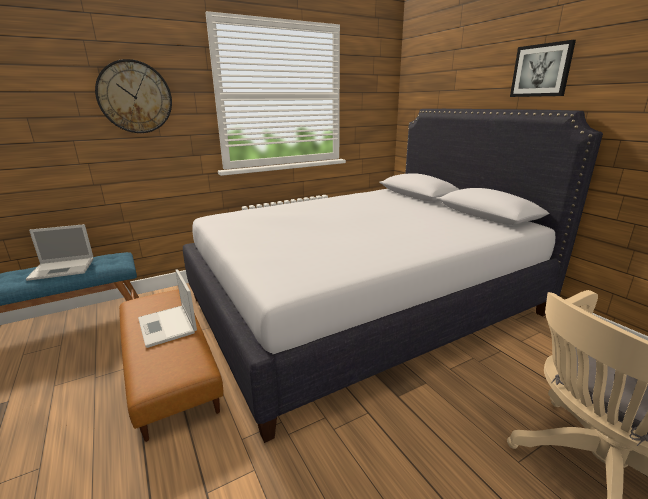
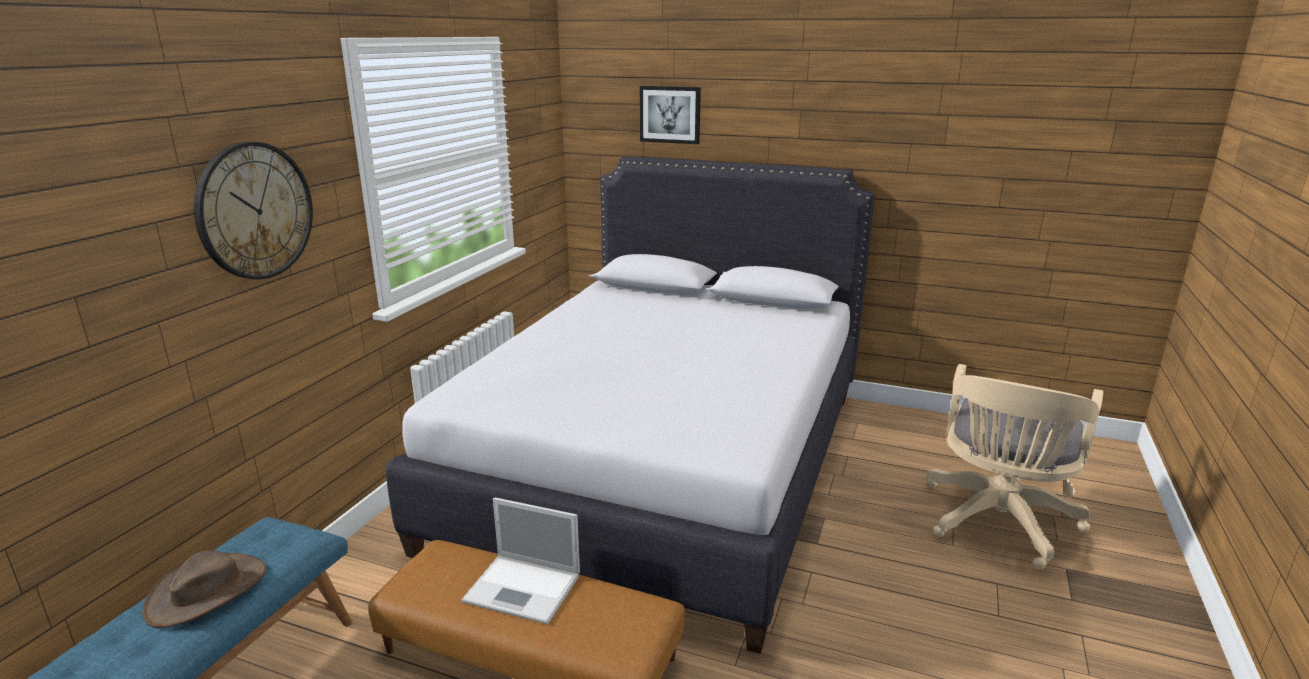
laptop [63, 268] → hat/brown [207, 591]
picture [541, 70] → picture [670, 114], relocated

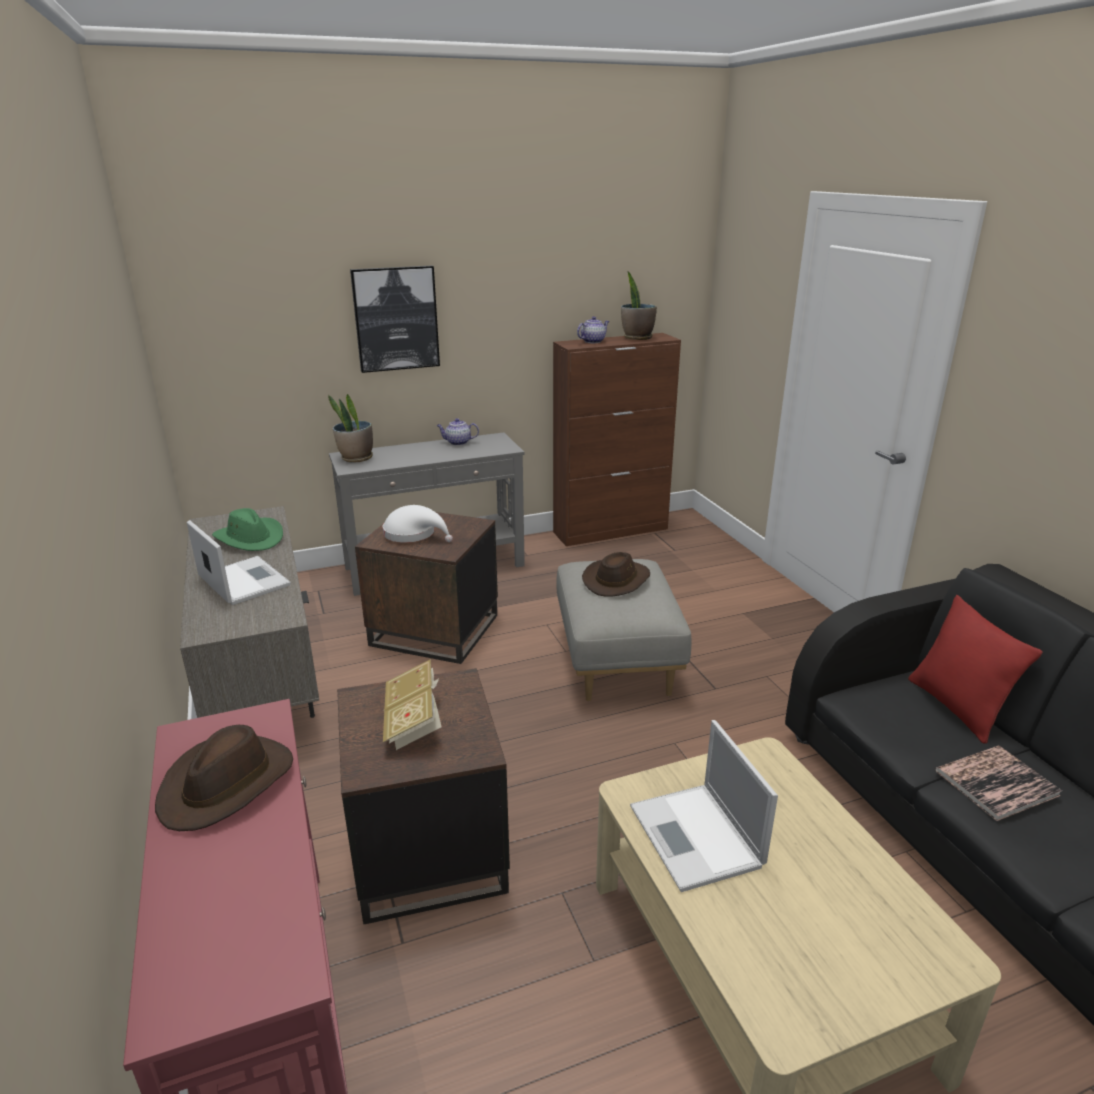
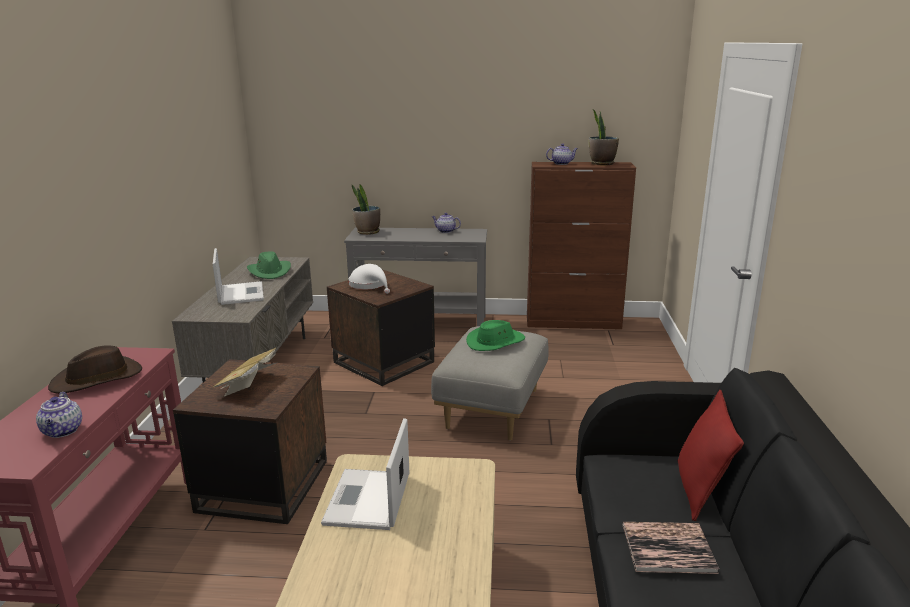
- → teapot [63, 431]
hat/brown [616, 580] → hat/green [495, 342]
picture [396, 318] → -

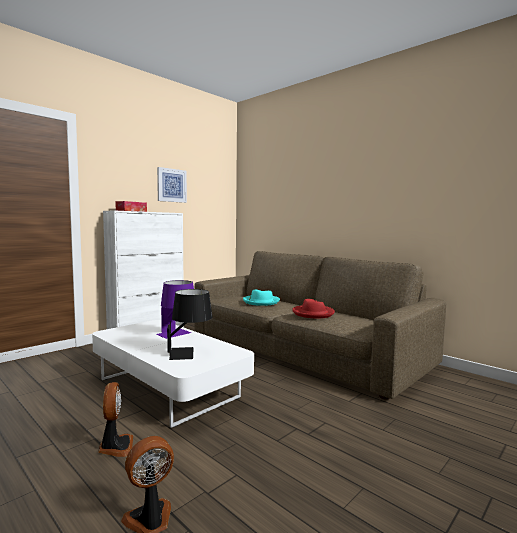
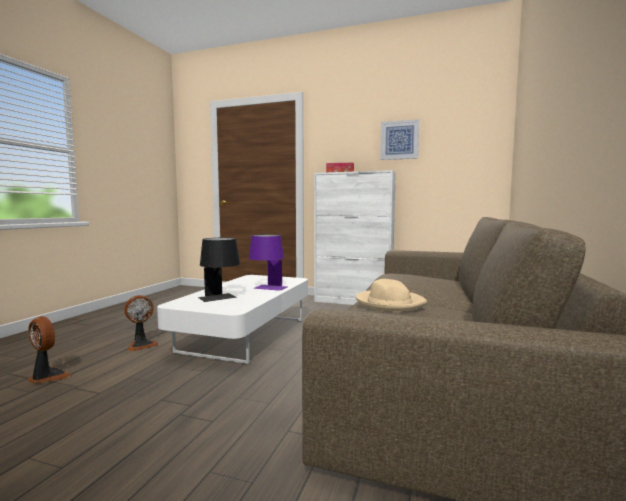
hat/red [313, 313] → hat/beige [389, 303]
hat/turquoise [261, 302] → -

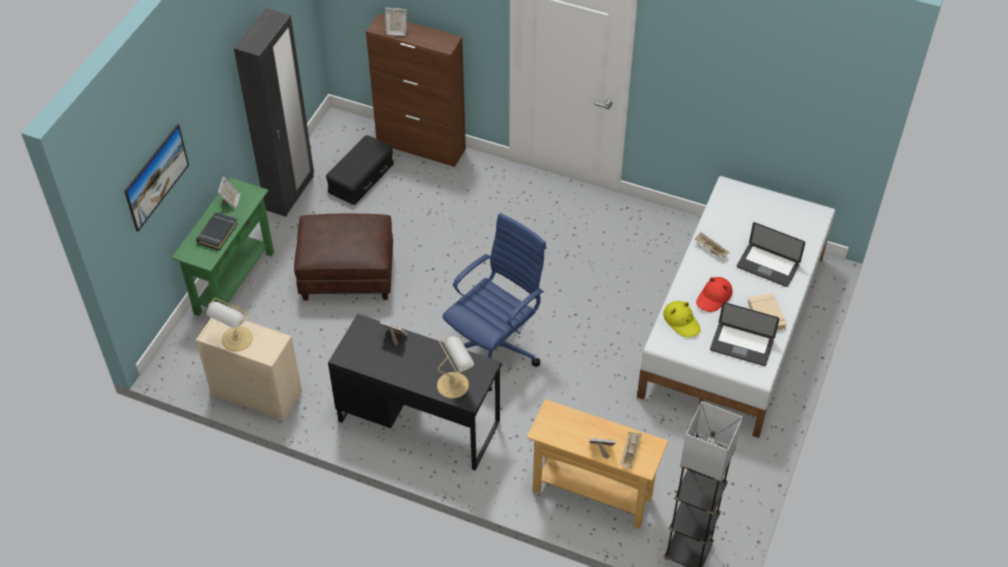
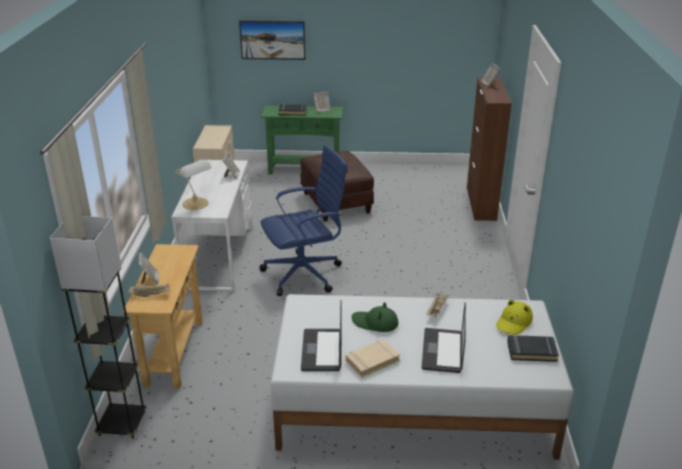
desk/black [419, 420] → desk/white [219, 256]
office chair/blue [495, 348] → office chair/blue [305, 274], 45 degrees counterclockwise
hat/red [714, 297] → hat/green [375, 323]
hat/yellow [681, 321] → hat/yellow [514, 322], relocated
- → book/black [531, 351]
table lamp [236, 340] → -
wardrobe/black [290, 193] → -
storage box/black [360, 177] → -

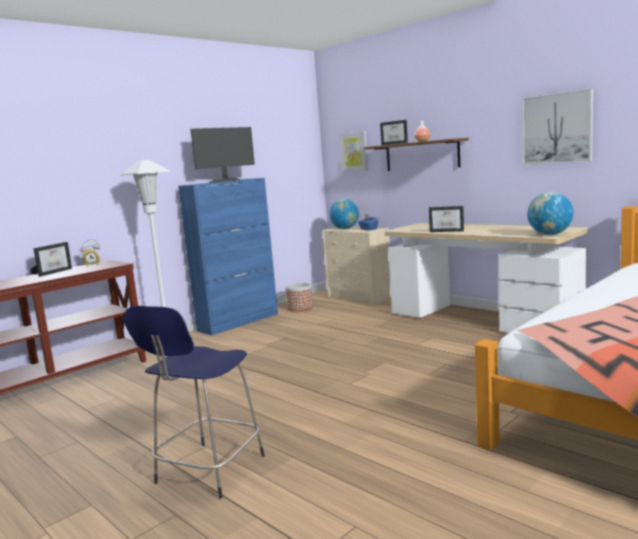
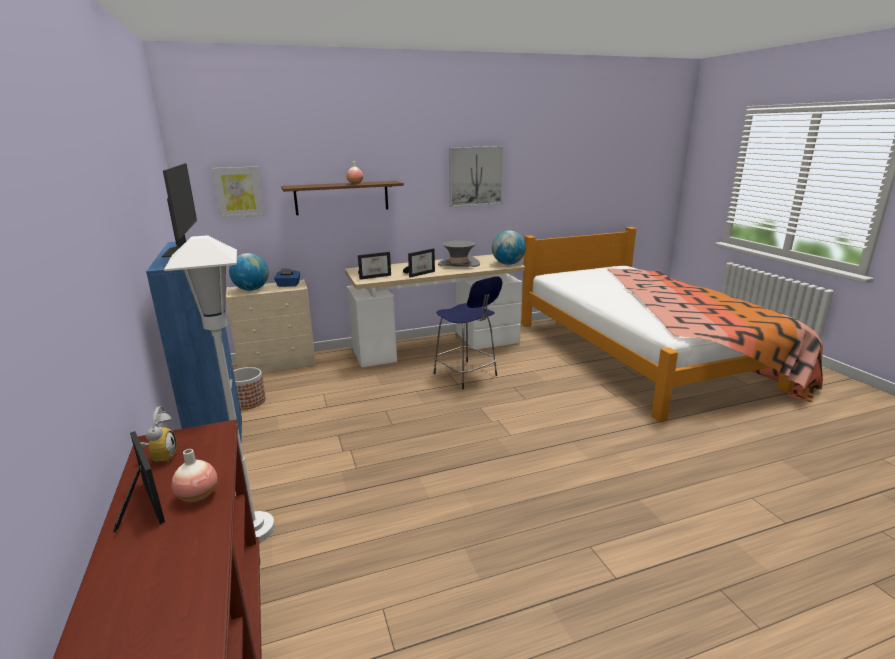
- → vase [198, 495]
picture frame [396, 144] → picture frame [375, 276], relocated
stool/blue [208, 471] → stool/blue [466, 375], relocated
- → hat/grey [459, 264]

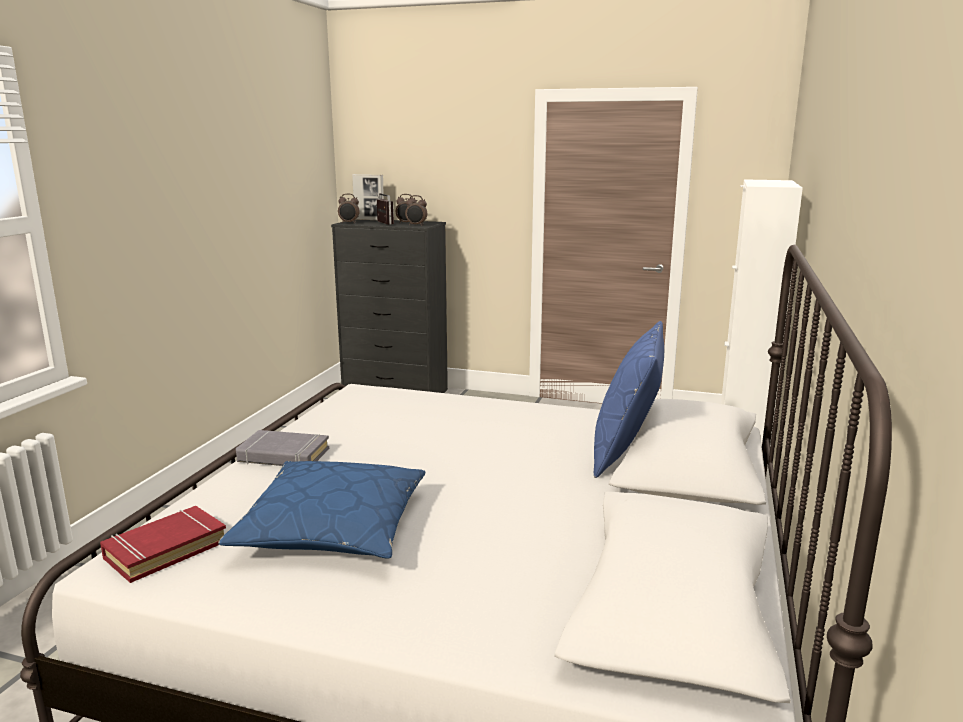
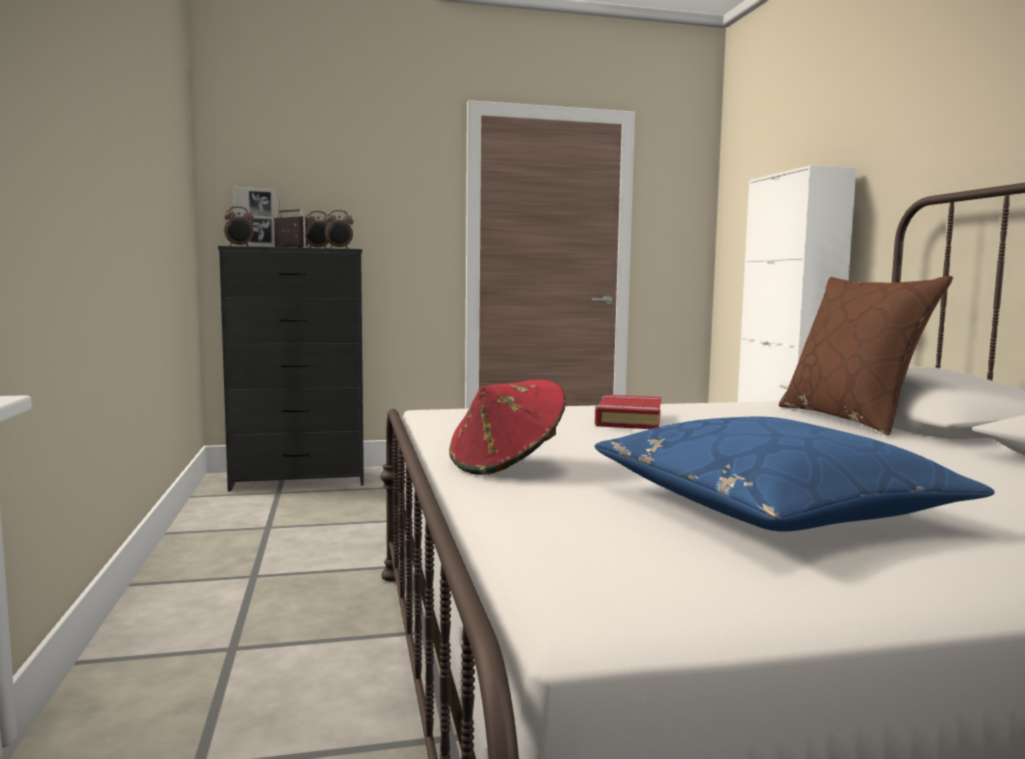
book/grey [283, 456] → hat/red [507, 465]
book/red [165, 549] → book/red [628, 420], relocated
pillow/blue [626, 451] → pillow/brown [851, 419]

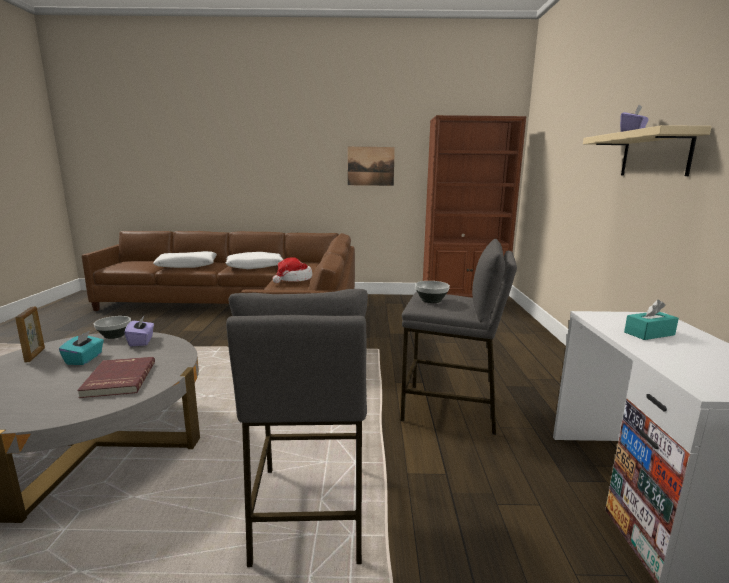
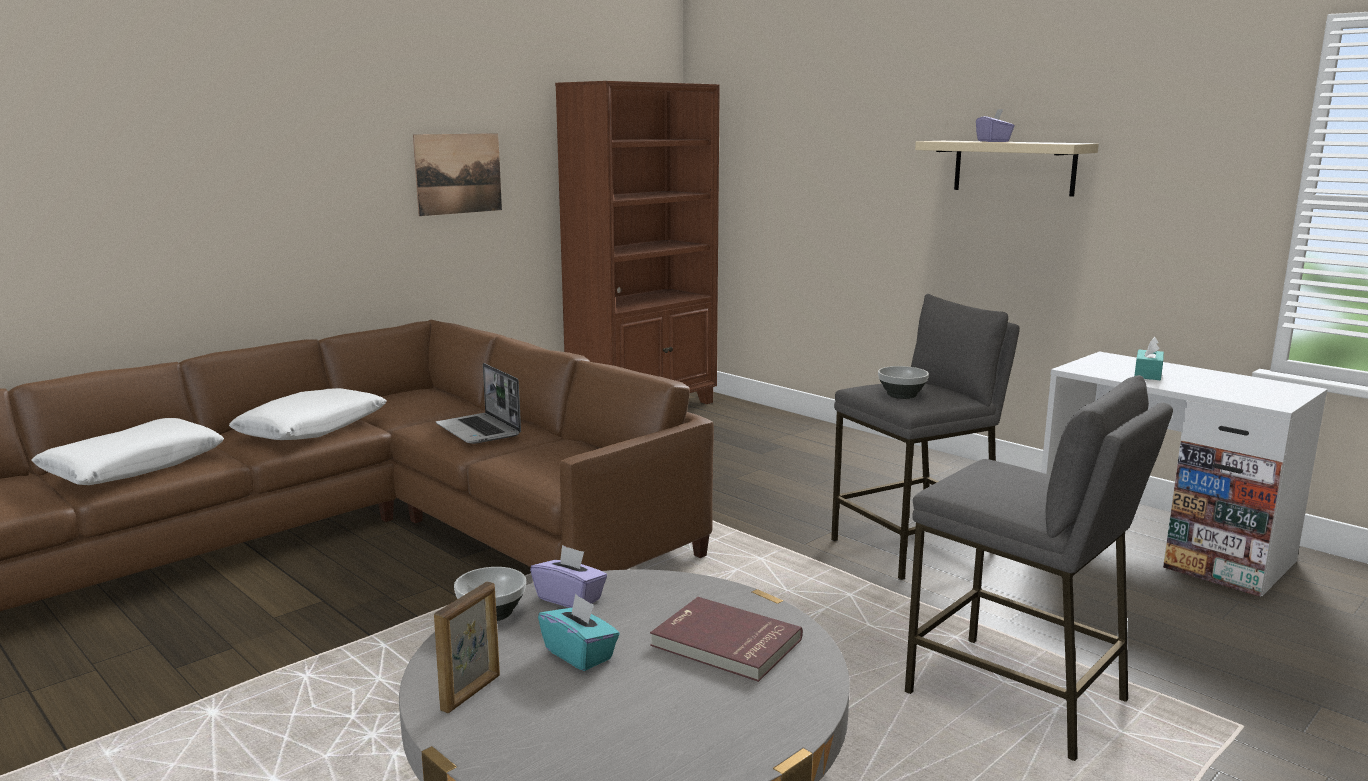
picture frame [35, 355] → picture frame [472, 693], 90 degrees clockwise
hat [293, 279] → laptop [480, 430]

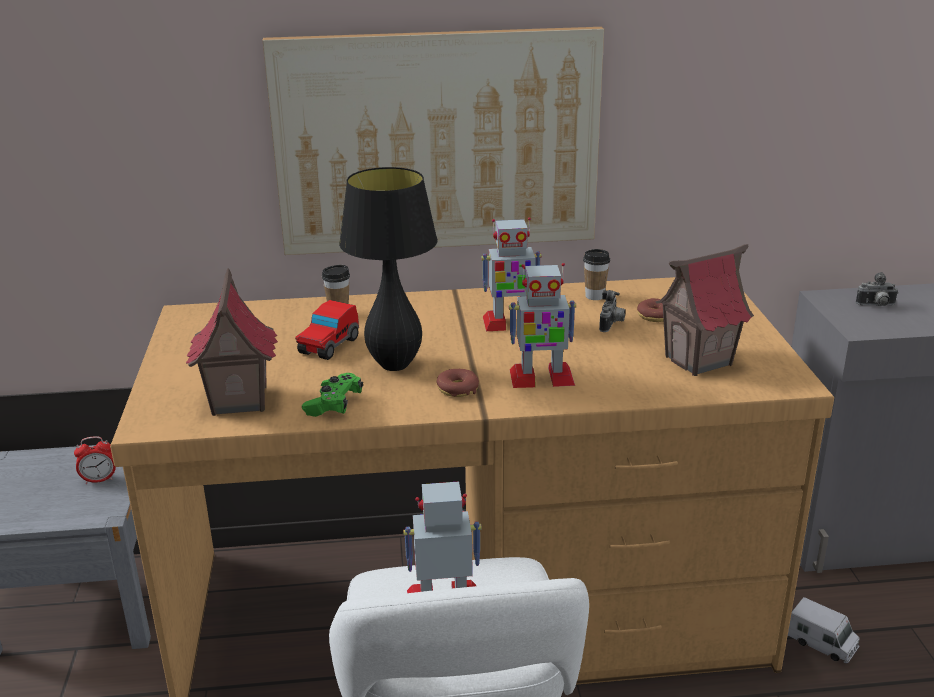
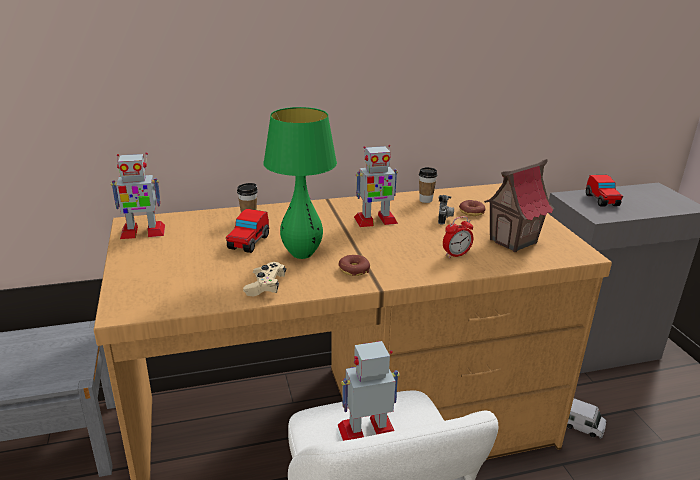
toy robot [541, 378] → toy robot [142, 232], relocated
game controller/green [334, 405] → game controller/beige [265, 286]
table lamp/black [394, 365] → table lamp/green [301, 254]
alarm clock [99, 480] → alarm clock [456, 255], relocated
photo camera [876, 306] → toy car [602, 200]
toy house [238, 401] → -
picture [437, 142] → -

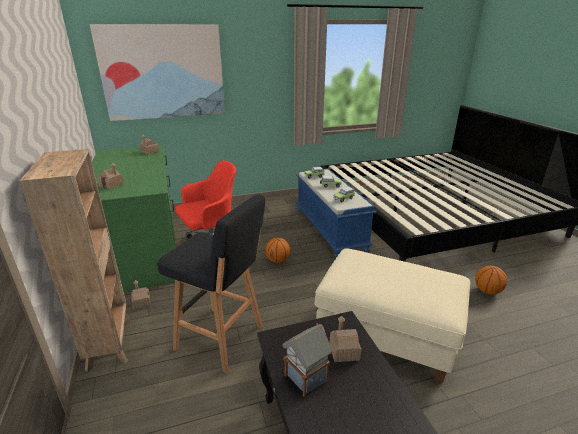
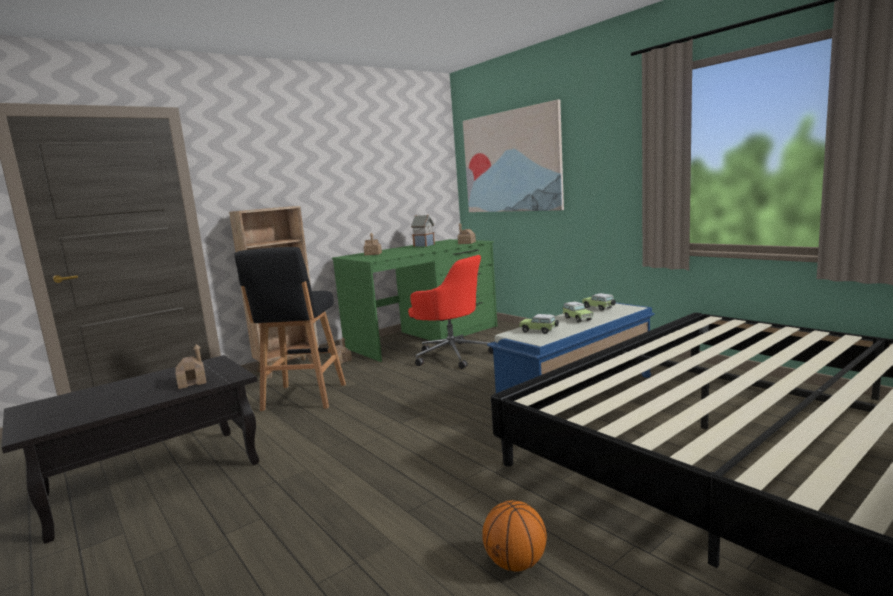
toy house [307, 377] → toy house [424, 245], relocated
basketball [277, 260] → -
ottoman/beige [385, 335] → -

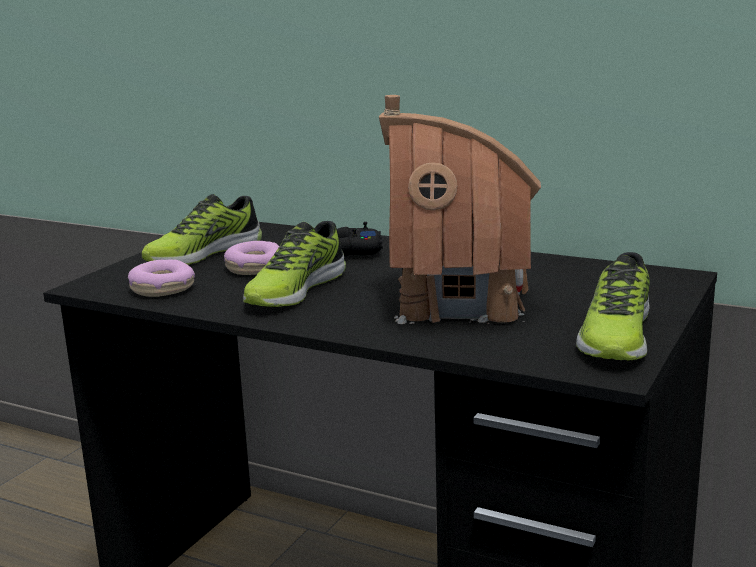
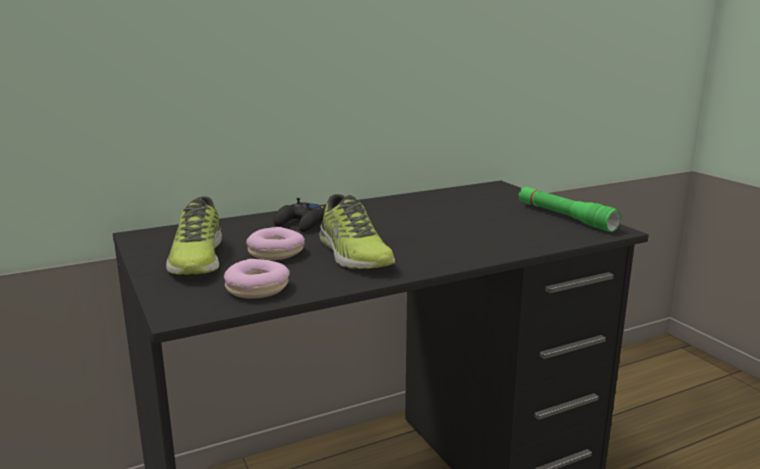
shoe [615, 336] → flashlight/green [564, 217]
toy house [459, 303] → -

